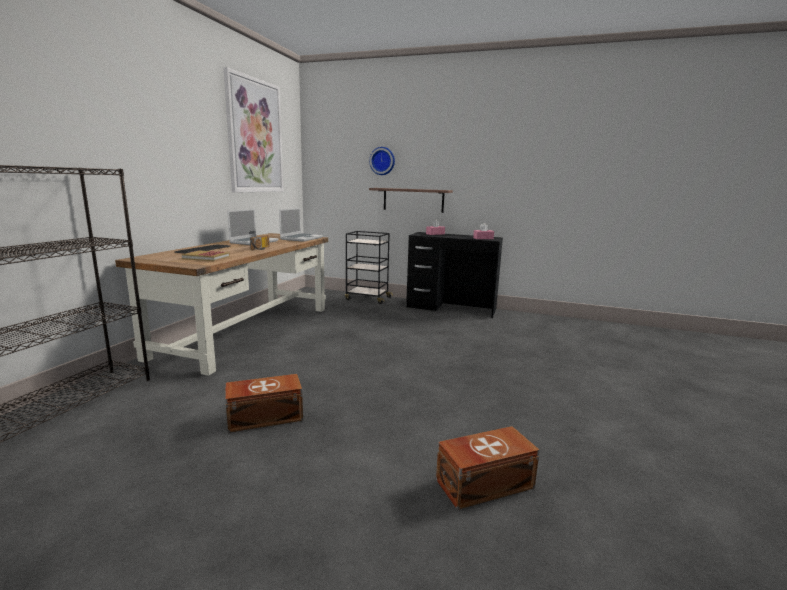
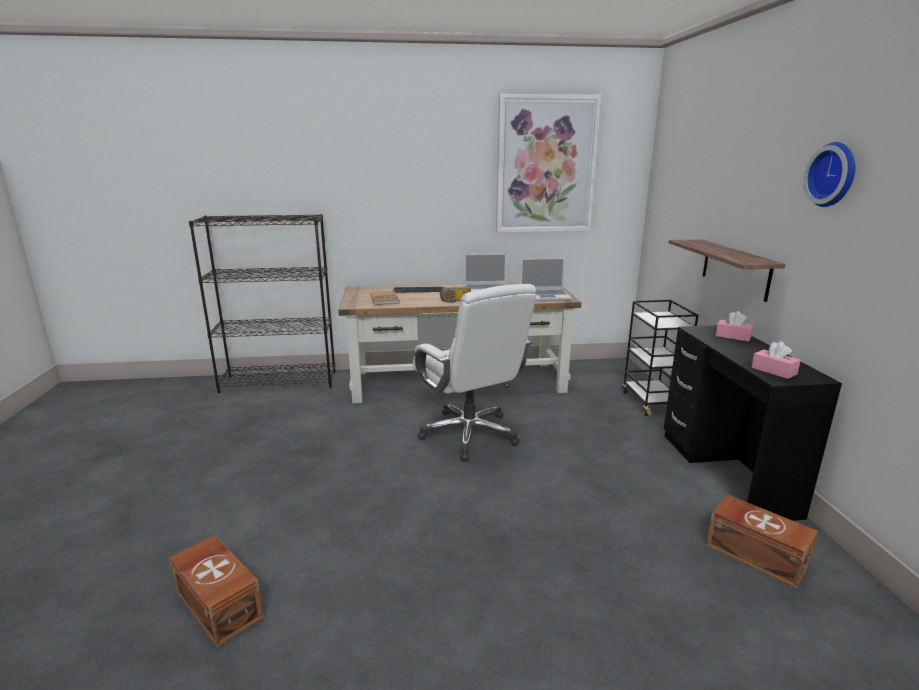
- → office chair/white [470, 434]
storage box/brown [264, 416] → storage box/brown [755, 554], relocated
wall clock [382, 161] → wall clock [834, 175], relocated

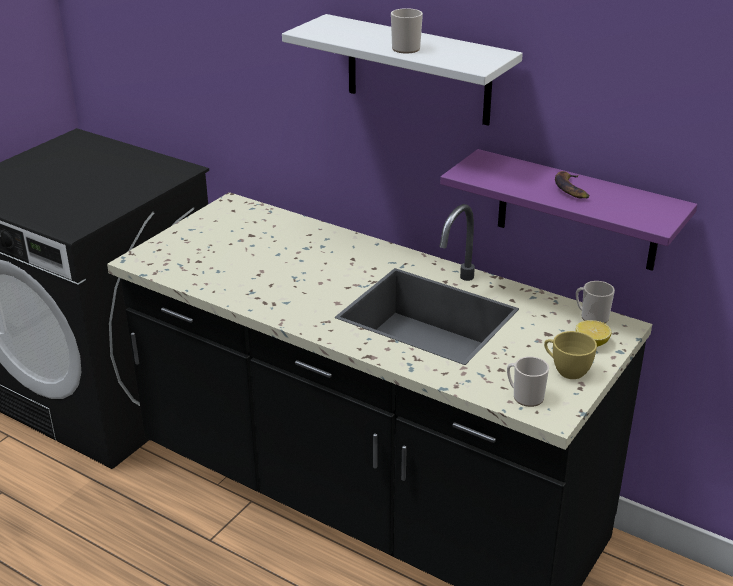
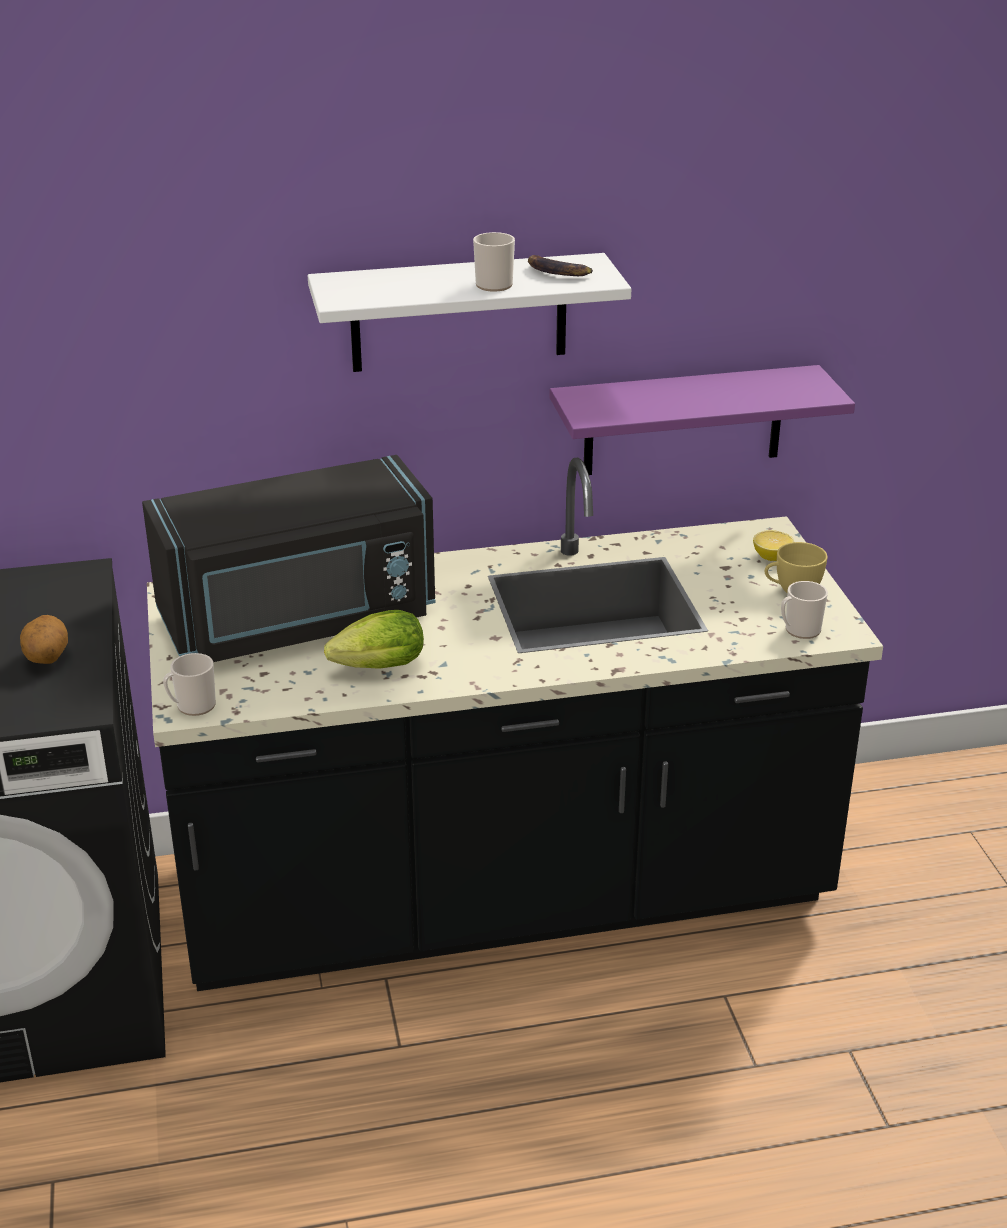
- → potato [46, 659]
- → microwave/black [300, 620]
mug [591, 317] → mug [192, 706], relocated
- → lettuce [374, 668]
banana [571, 189] → banana [557, 272], relocated

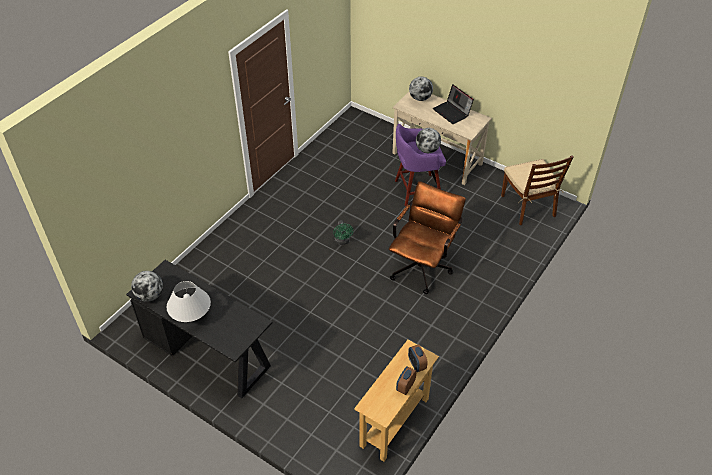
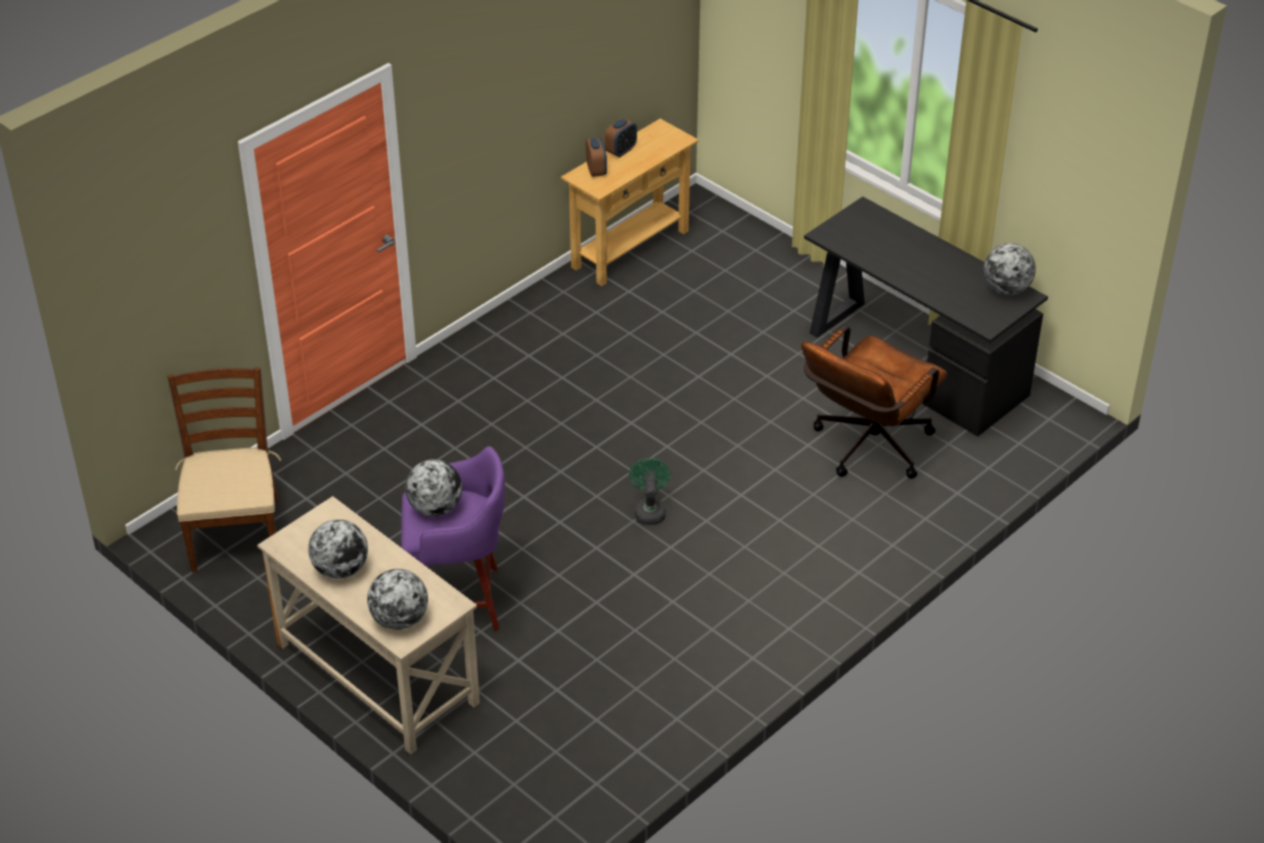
laptop [452, 112] → globe [340, 569]
office chair/brown [423, 265] → office chair/brown [866, 449], relocated
table lamp/white [191, 315] → -

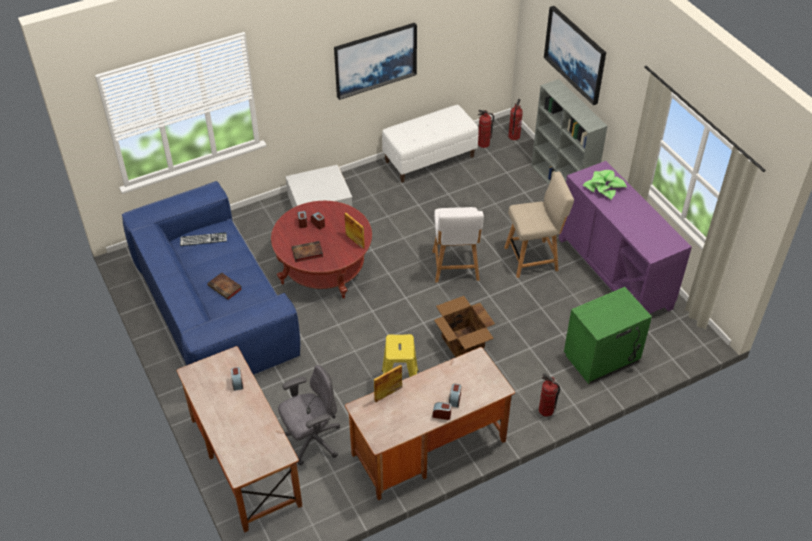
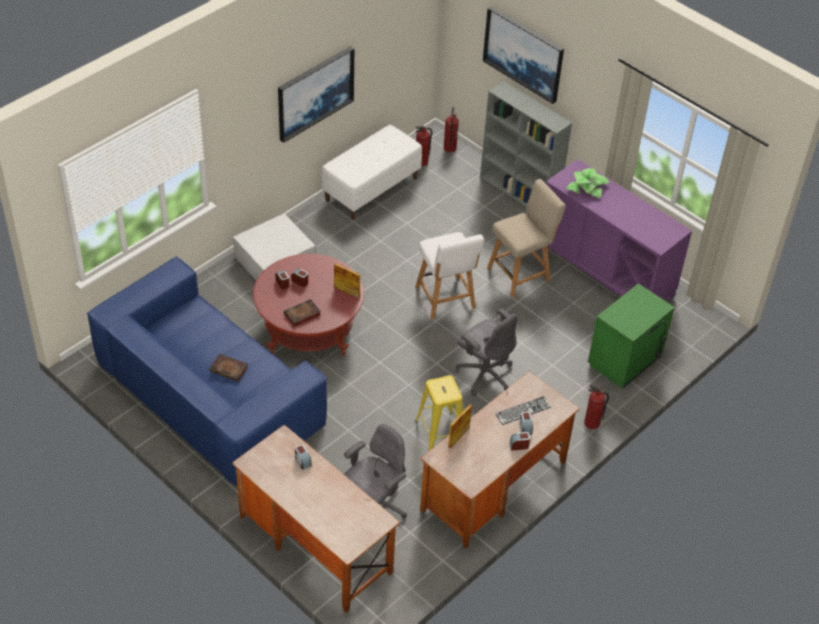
cardboard box [463, 342] → office chair/grey [484, 374]
keyboard [203, 239] → keyboard [523, 410], relocated

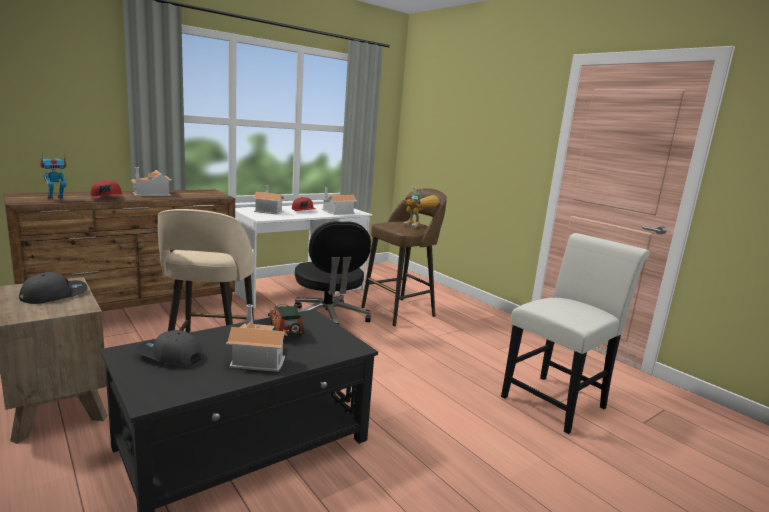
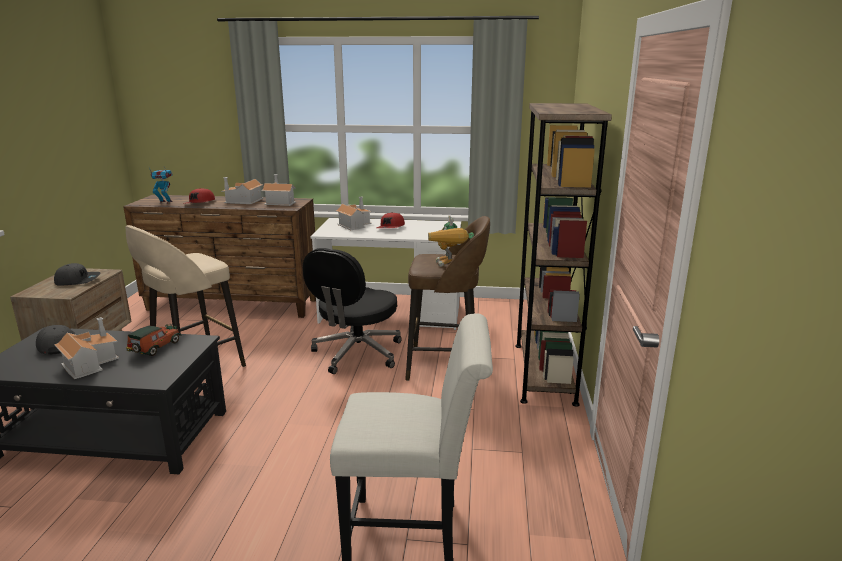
toy house [336, 212] → toy house [279, 202], relocated
- → bookcase/brown [544, 373]

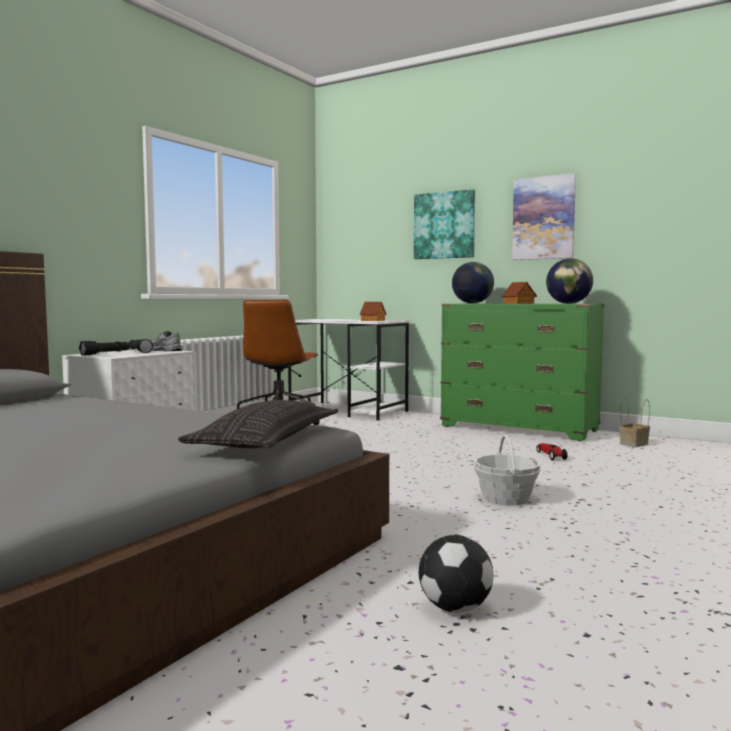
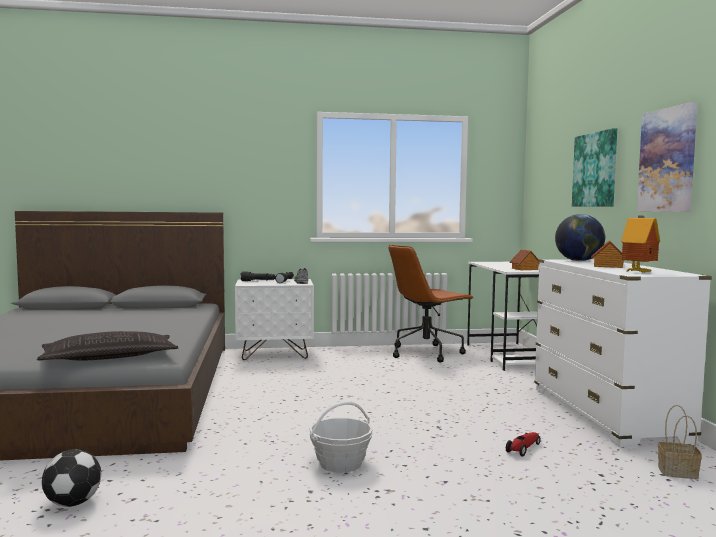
dresser/green [519, 428] → dresser/white [606, 414]
globe [568, 303] → toy house [639, 272]

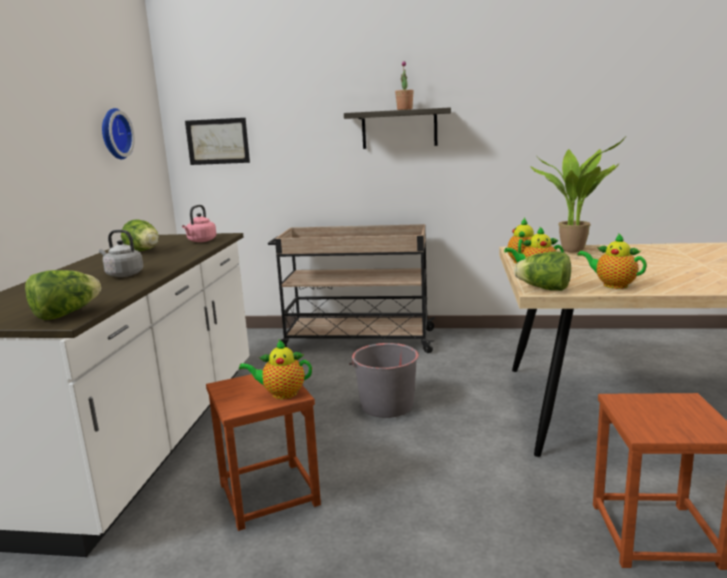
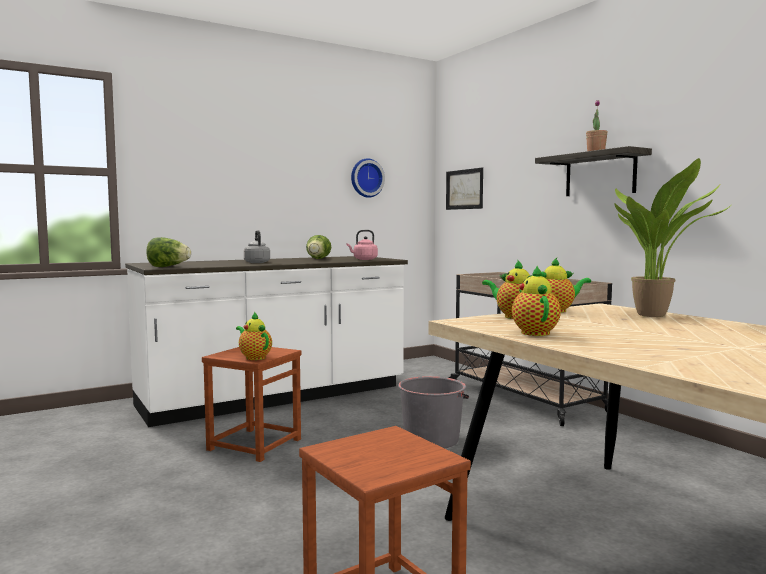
lettuce [544, 289] → -

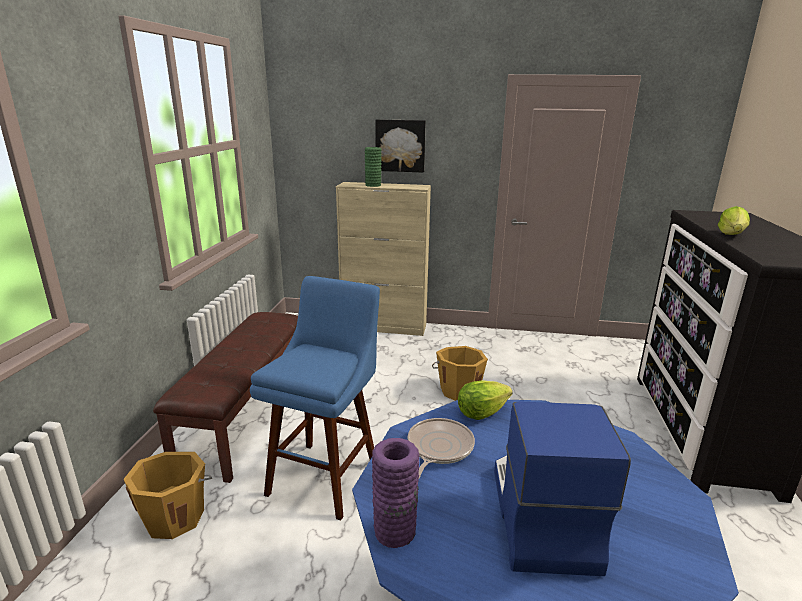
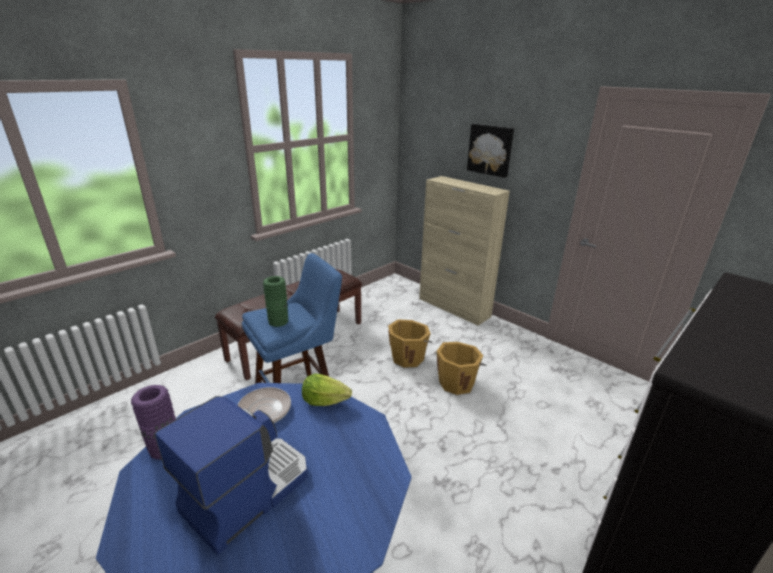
vase/green [373, 185] → vase/green [278, 321], relocated
bucket/orange [175, 517] → bucket/orange [408, 357], relocated
lettuce [731, 235] → -

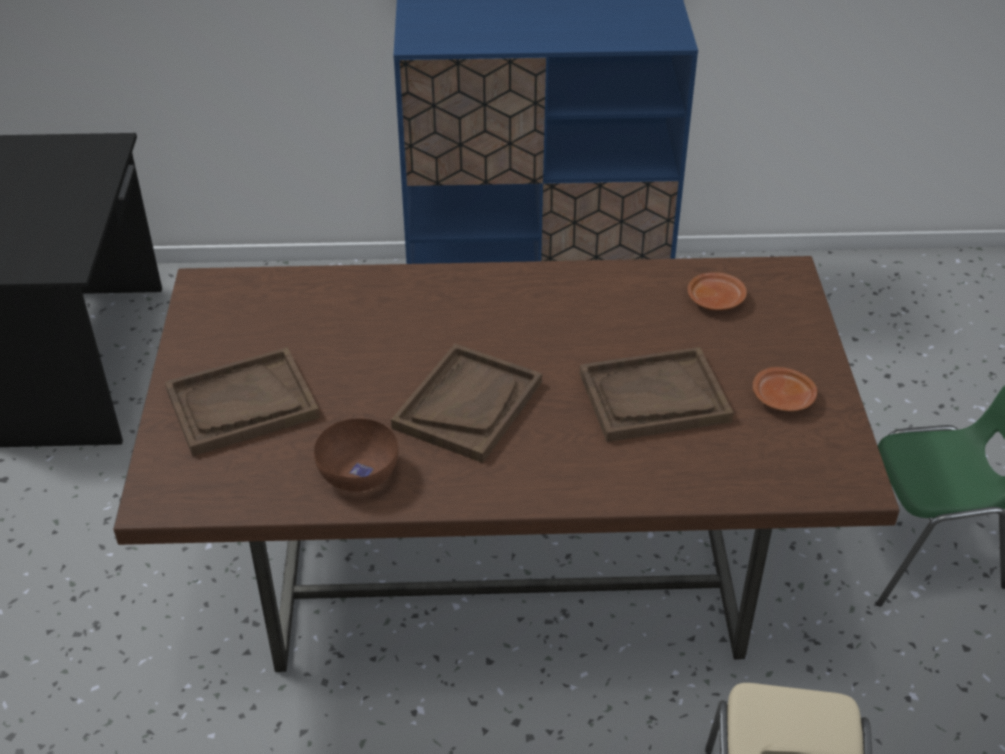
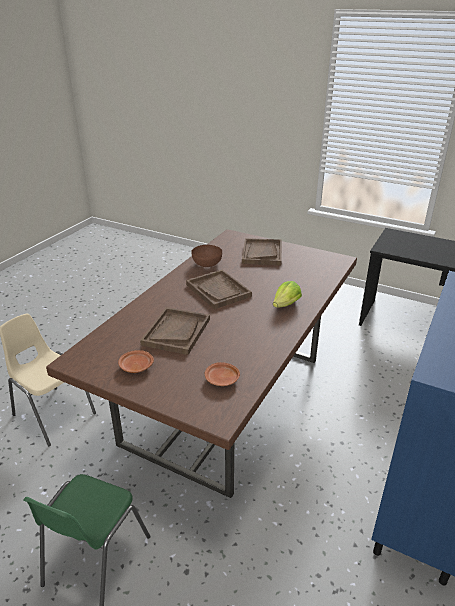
- → lettuce [286, 305]

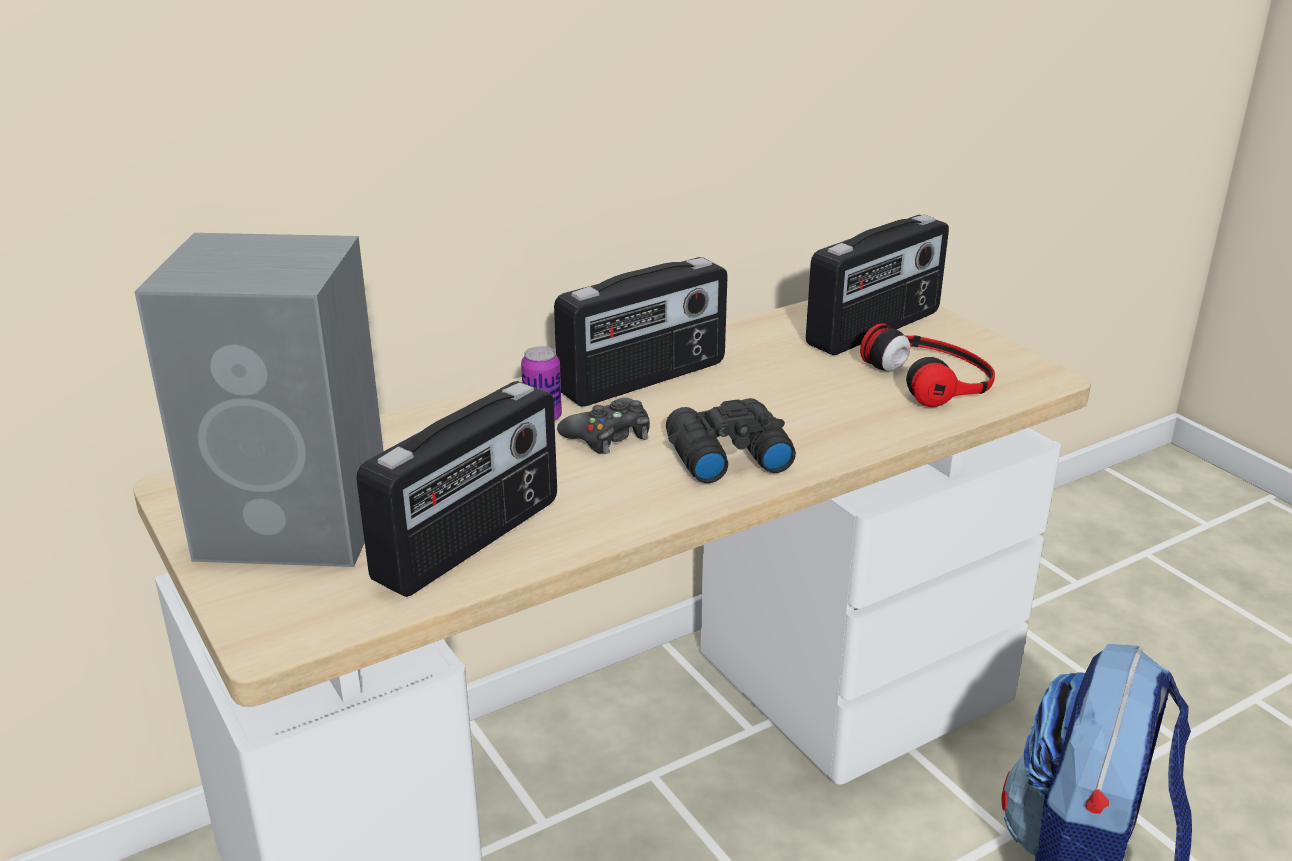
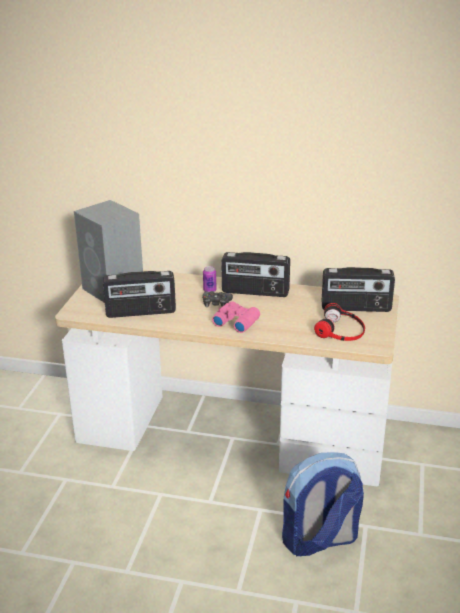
binoculars/black [725, 455] → binoculars/pink [236, 322]

